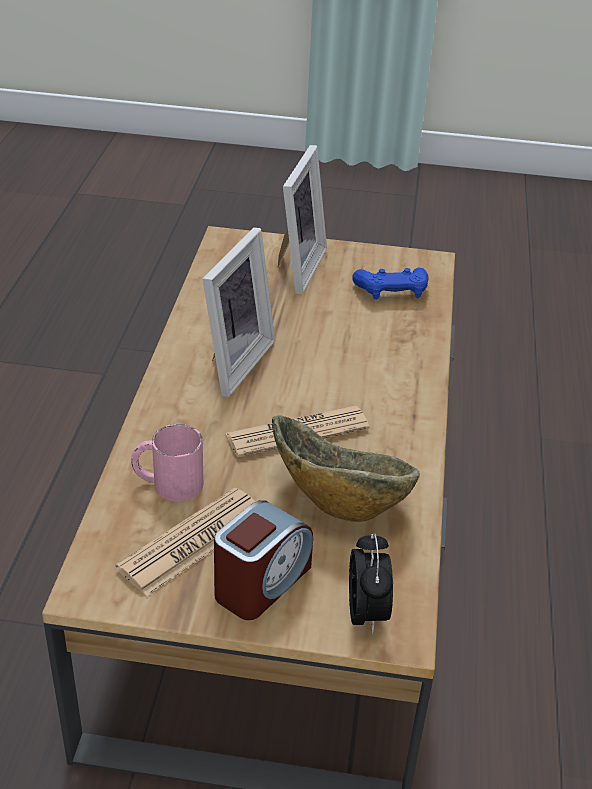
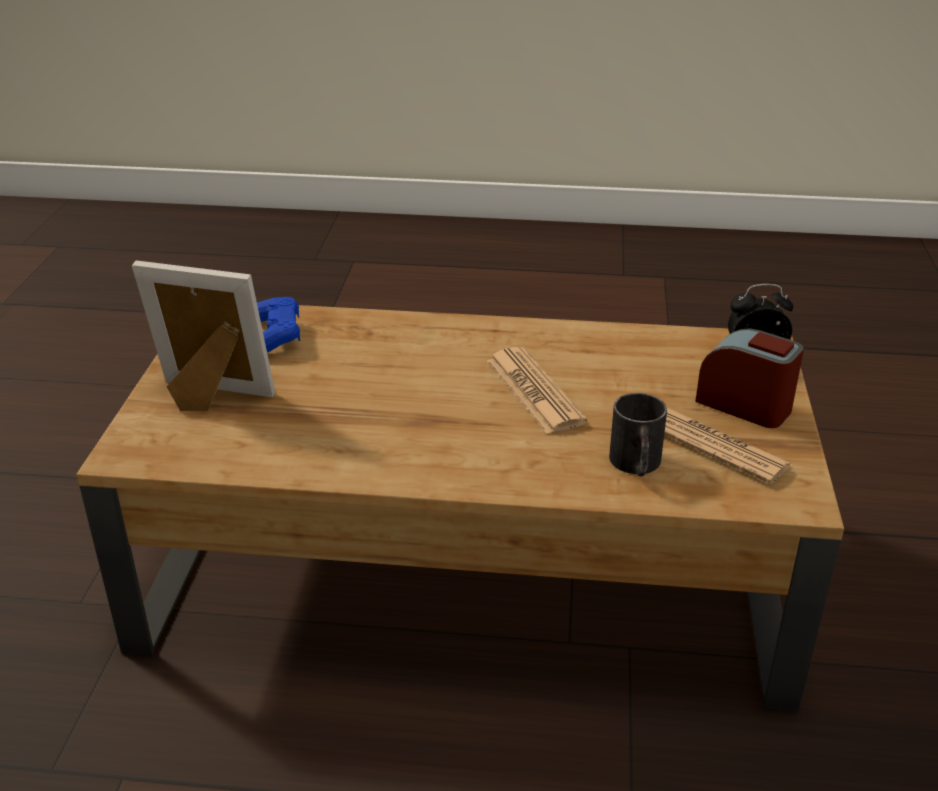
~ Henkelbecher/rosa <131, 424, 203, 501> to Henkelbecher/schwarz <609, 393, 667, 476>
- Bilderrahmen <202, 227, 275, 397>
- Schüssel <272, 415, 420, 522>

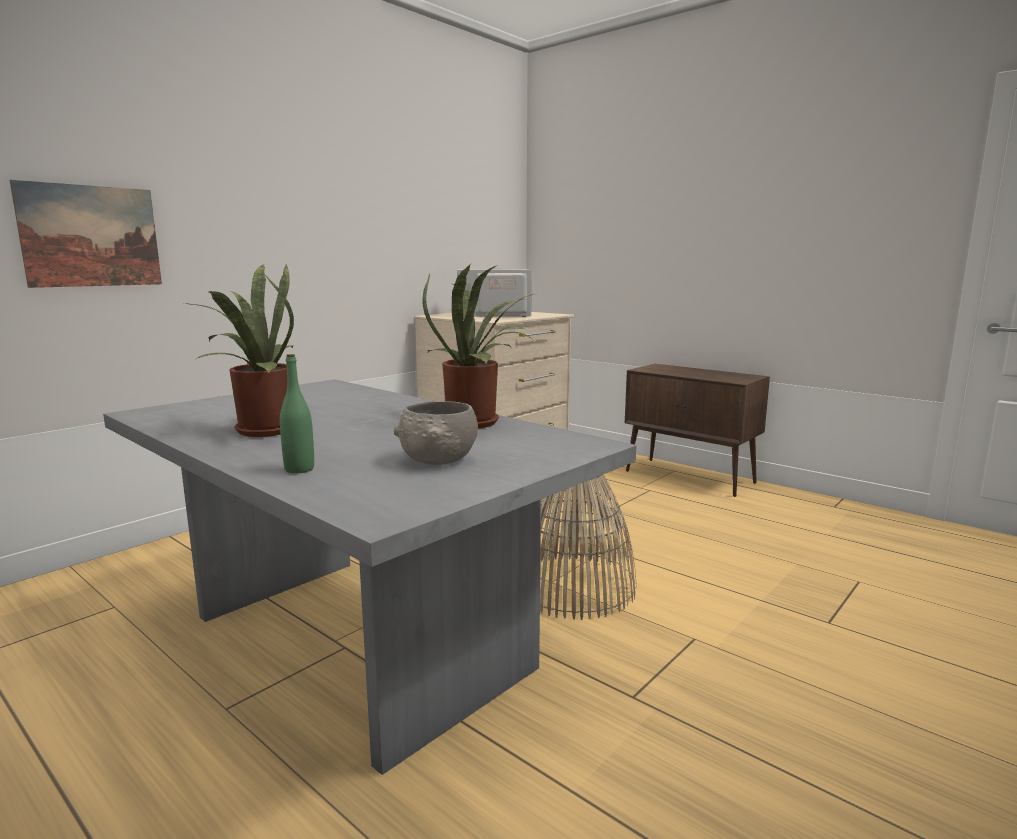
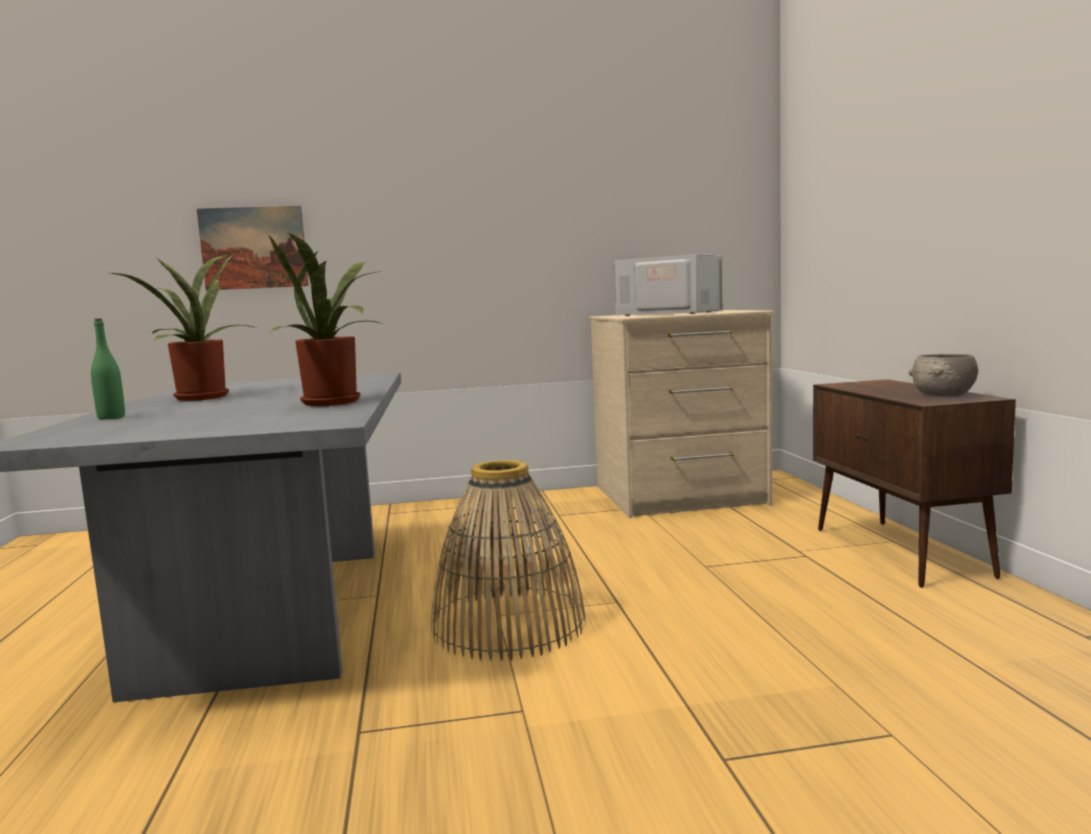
~ Schüssel/grau <394, 401, 478, 465> to <909, 354, 978, 397>

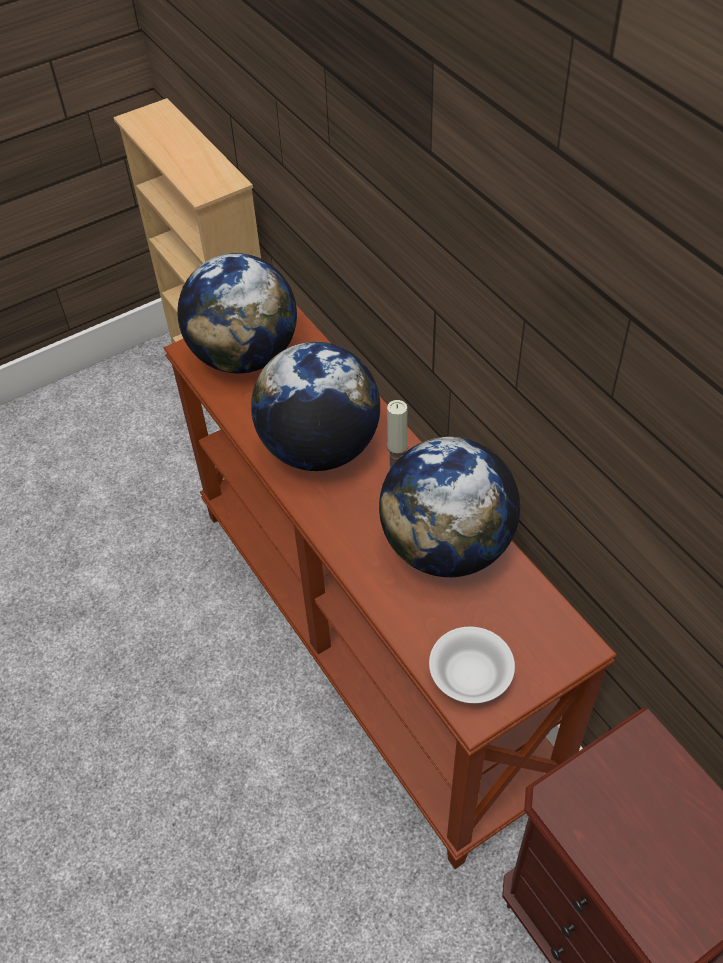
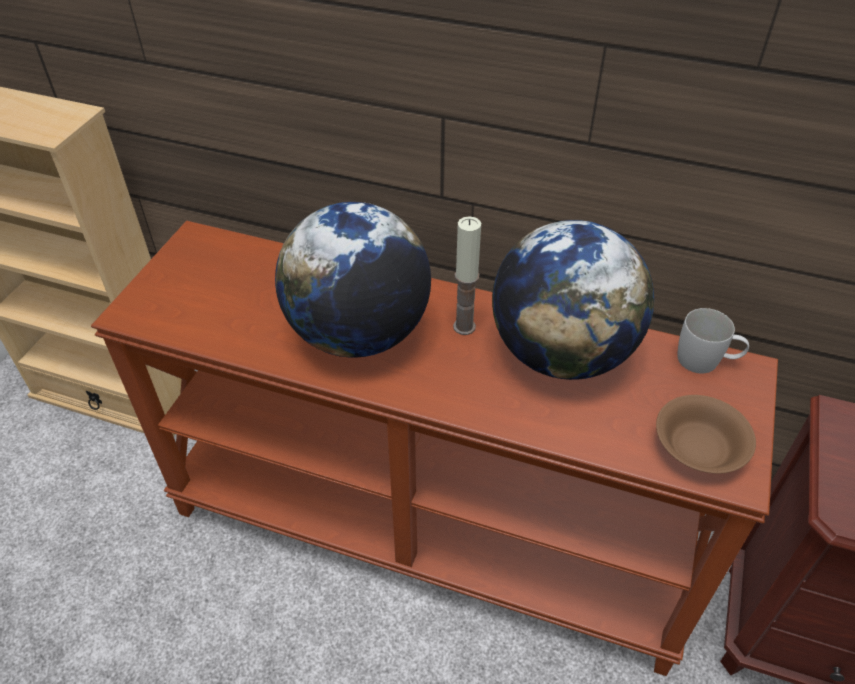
- Globus <177, 253, 297, 374>
~ Schüssel/weiß <429, 627, 515, 703> to Schüssel/braun <656, 395, 756, 474>
+ Henkelbecher/weiß <677, 308, 749, 374>

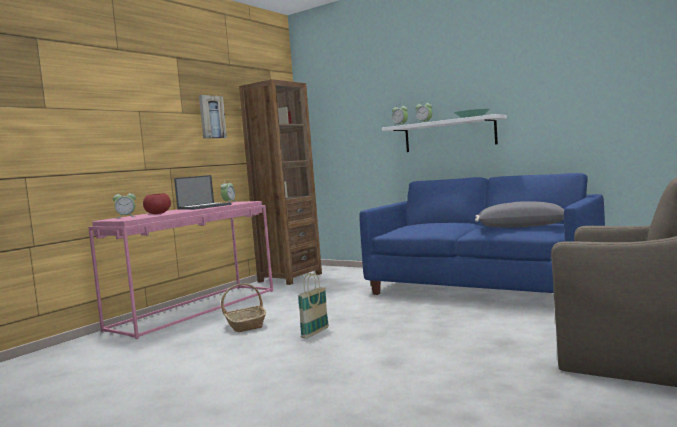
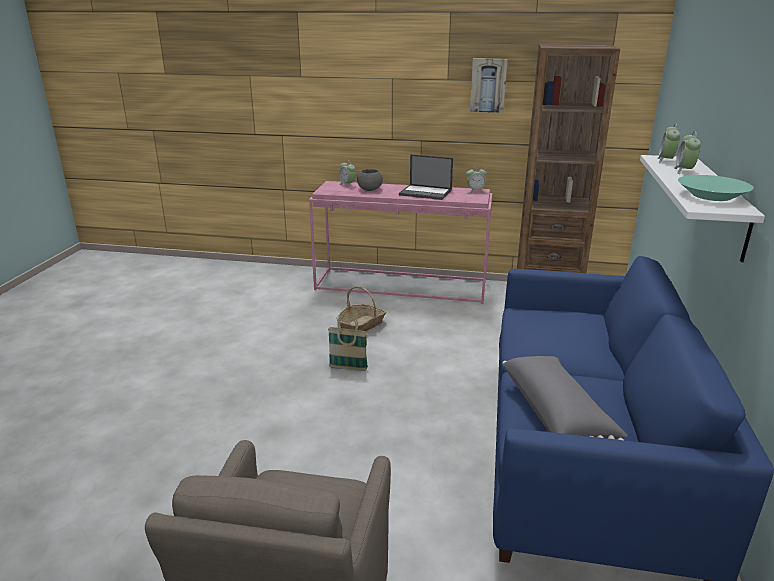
~ Schüssel/rot <143, 193, 171, 214> to Schüssel/grau <357, 169, 383, 191>

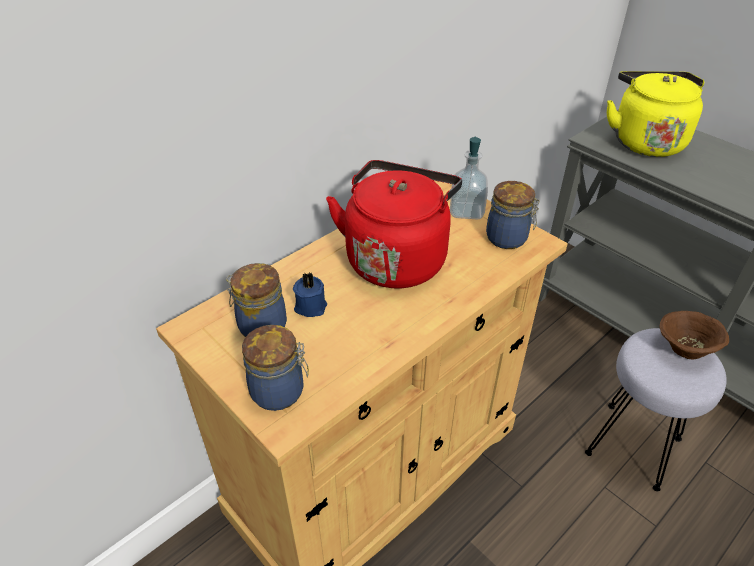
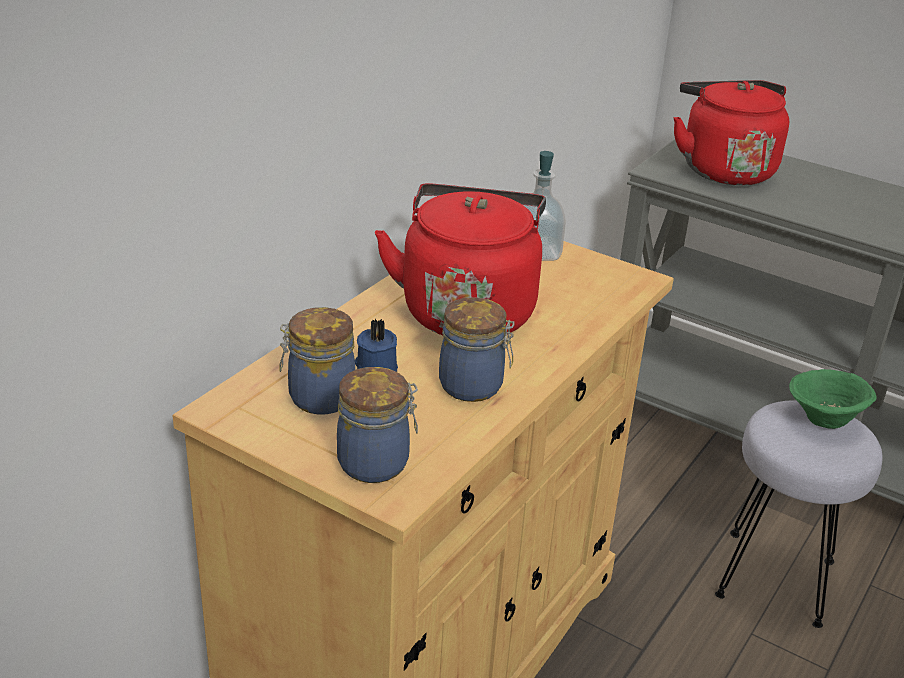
~ Vorratsglas <486, 181, 540, 249> to <439, 297, 514, 402>
~ Wasserkessel/gelb <607, 71, 704, 157> to Wasserkessel/rot <673, 80, 789, 185>
~ Schüssel/braun <660, 311, 729, 359> to Schüssel/grün <789, 369, 877, 429>

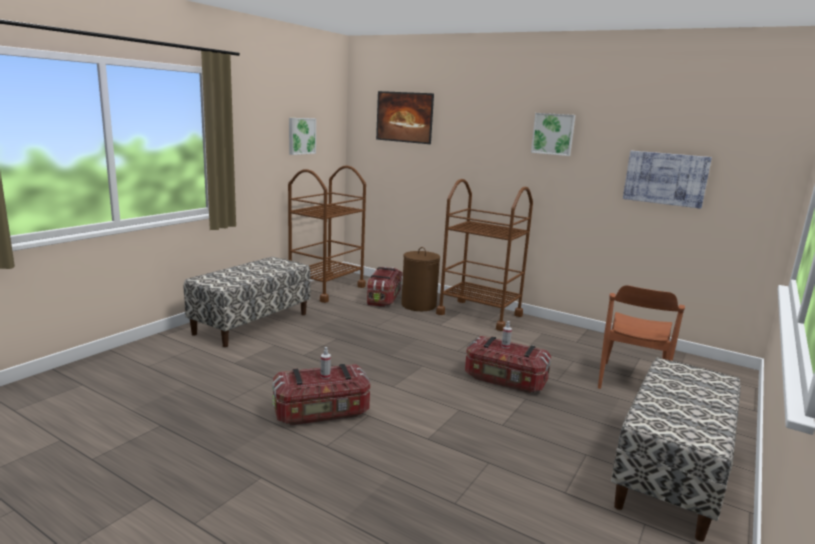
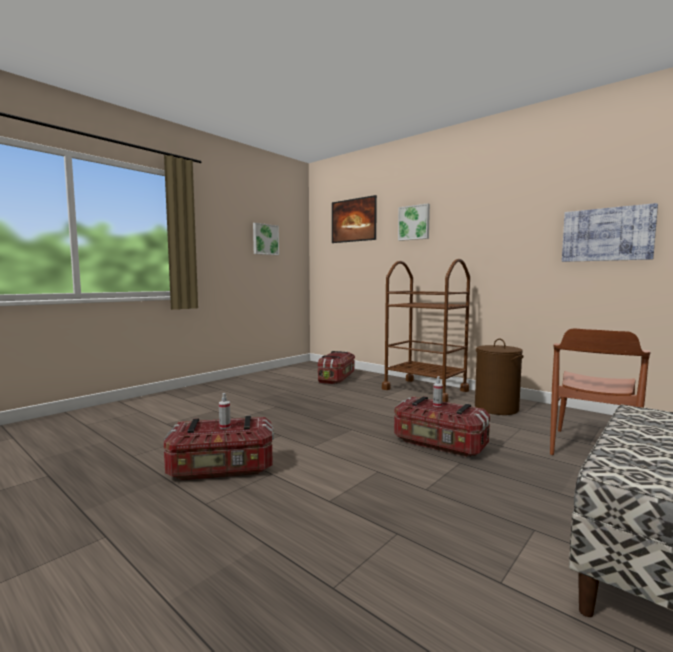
- Bank <184, 257, 311, 347>
- Rollwagen/braun <288, 165, 366, 303>
~ Wäschekorb/braun <401, 247, 440, 311> to <475, 339, 524, 415>
~ Bild <531, 113, 576, 156> to <398, 203, 430, 241>

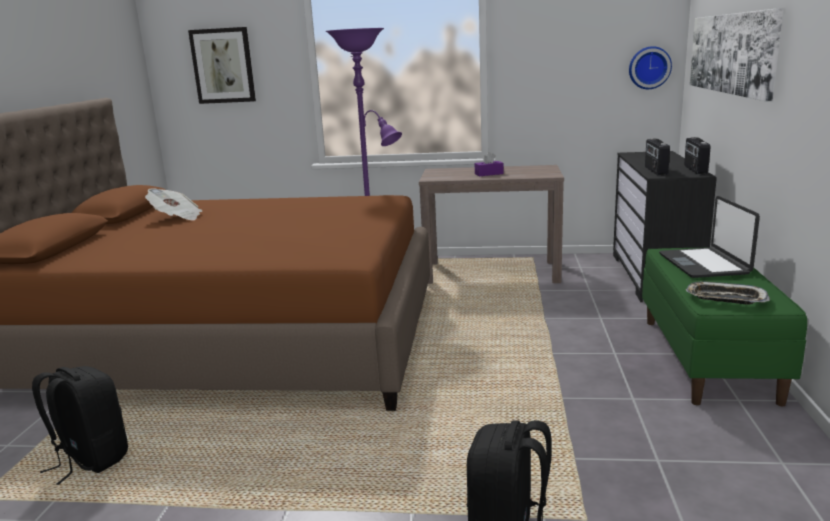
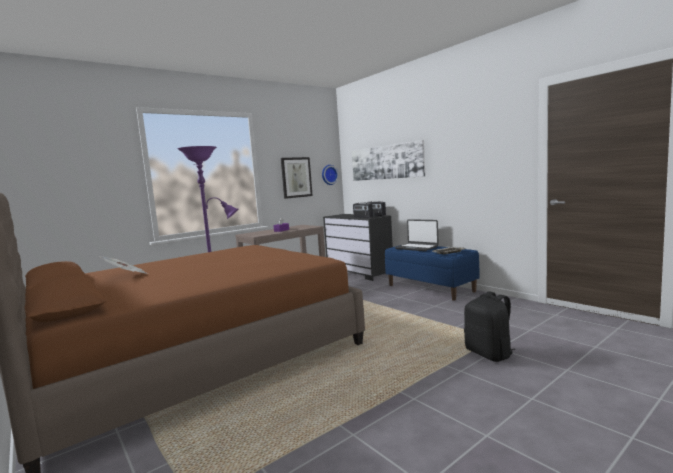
- Rucksack/schwarz <32, 366, 128, 485>
~ Bild <188, 27, 256, 104> to <281, 157, 313, 199>
~ Bank/grün <642, 248, 807, 406> to Bank/blau <385, 245, 479, 301>

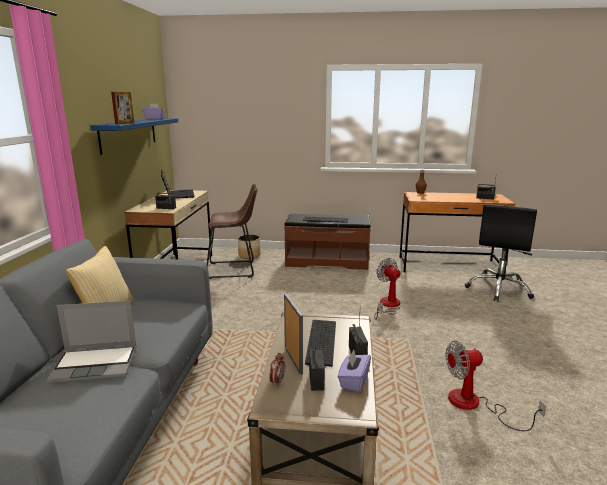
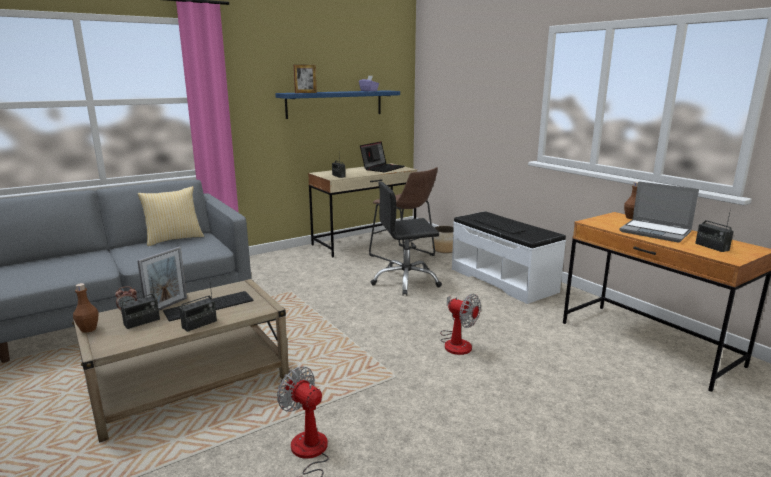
~ Laptop <46, 300, 137, 384> to <619, 181, 699, 243>
~ Bank/braun <284, 214, 371, 270> to Bank/weiß <452, 211, 566, 304>
- Taschentuchbox/lila <338, 350, 371, 392>
~ Ventilator <374, 258, 400, 319> = <440, 294, 481, 355> 105 degrees clockwise
~ Bürostuhl/schwarz <465, 204, 537, 302> to <371, 181, 442, 296>
+ Flasche/braun <73, 283, 98, 333>

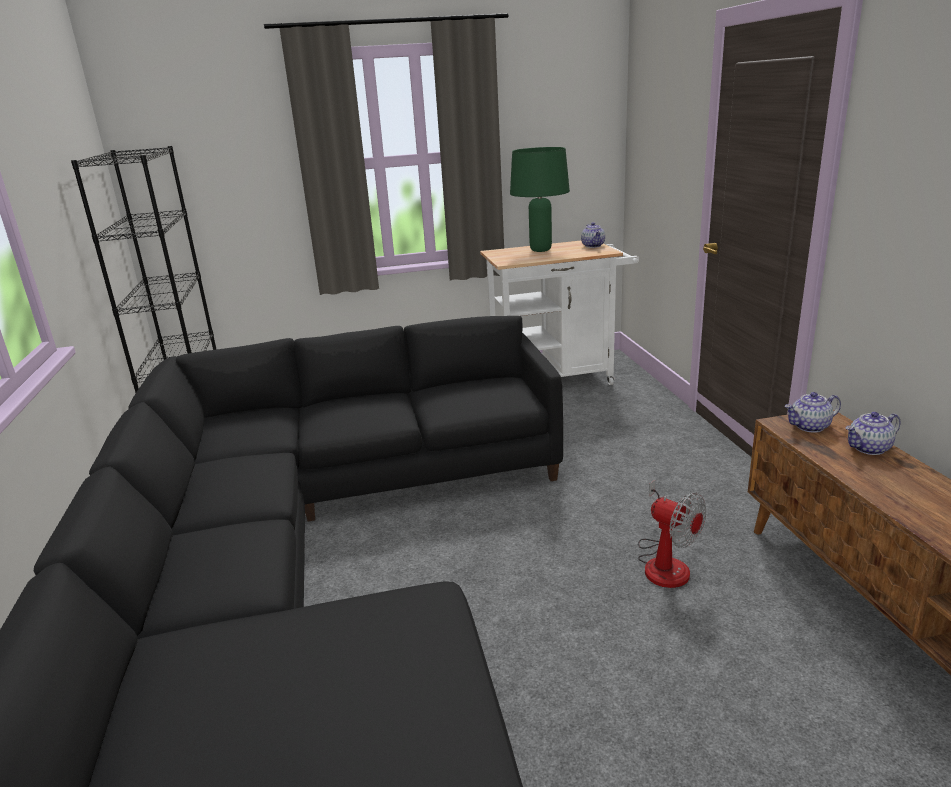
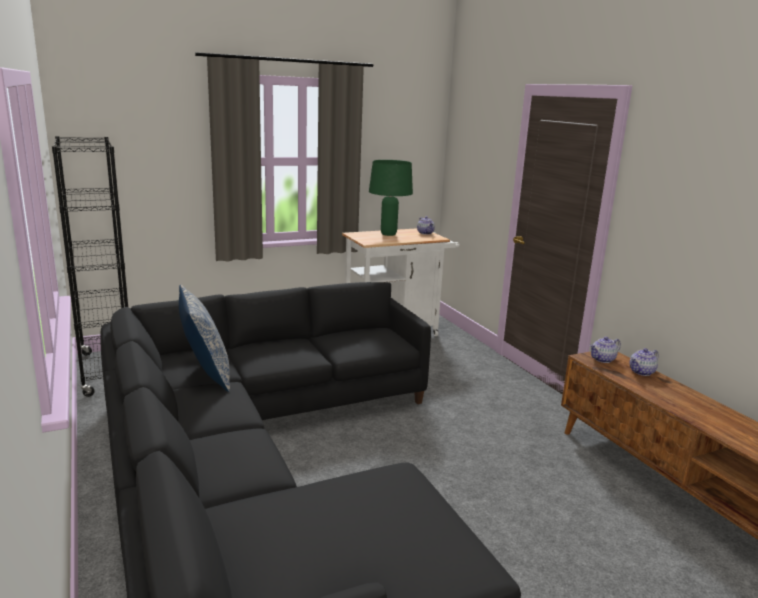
- Ventilator <638, 480, 706, 588>
+ Kissen <179, 285, 230, 392>

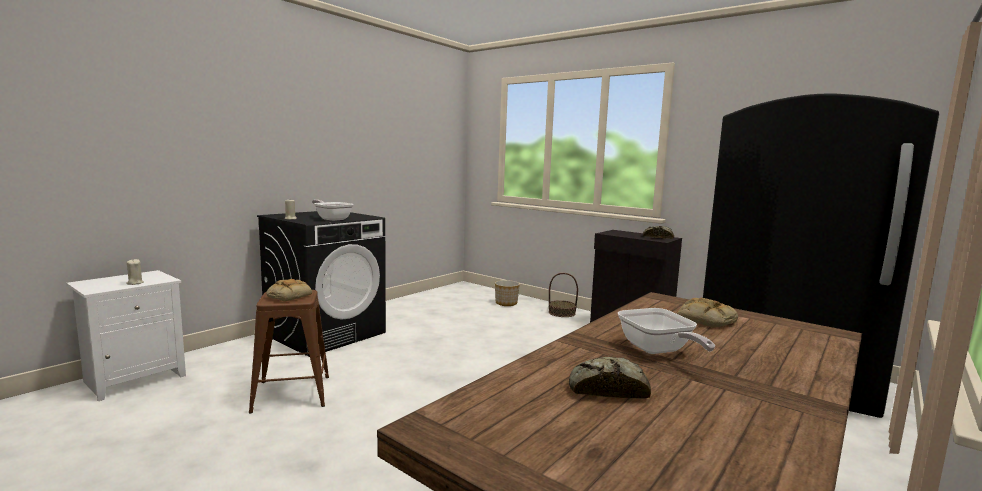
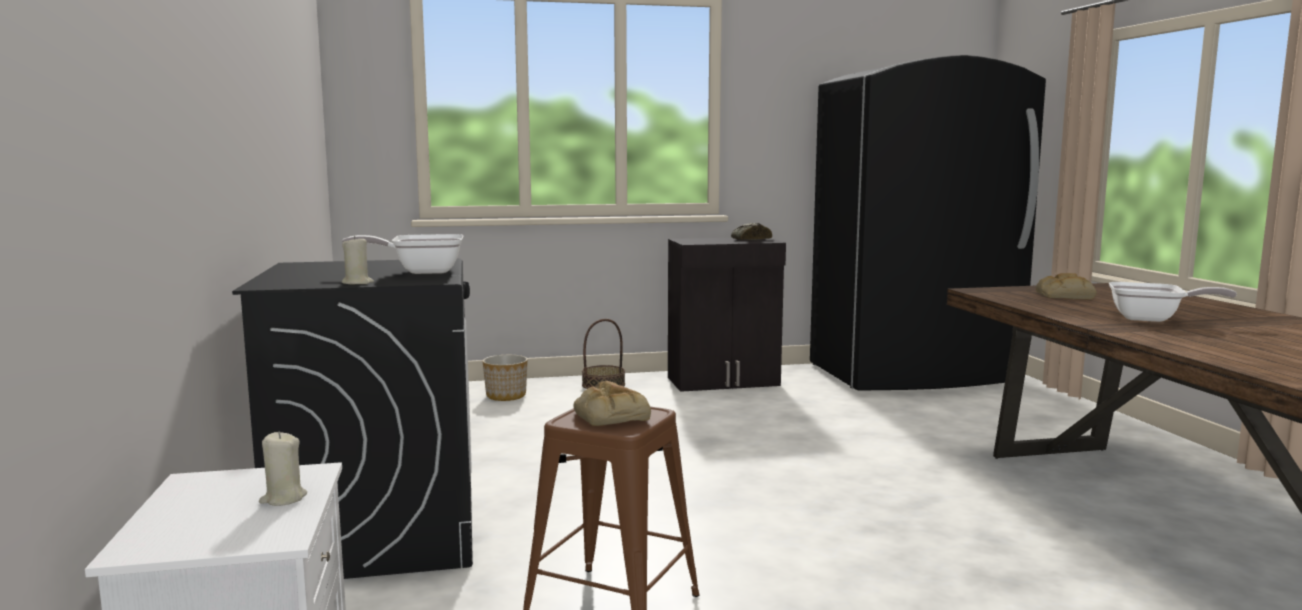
- Brot <569, 357, 651, 399>

